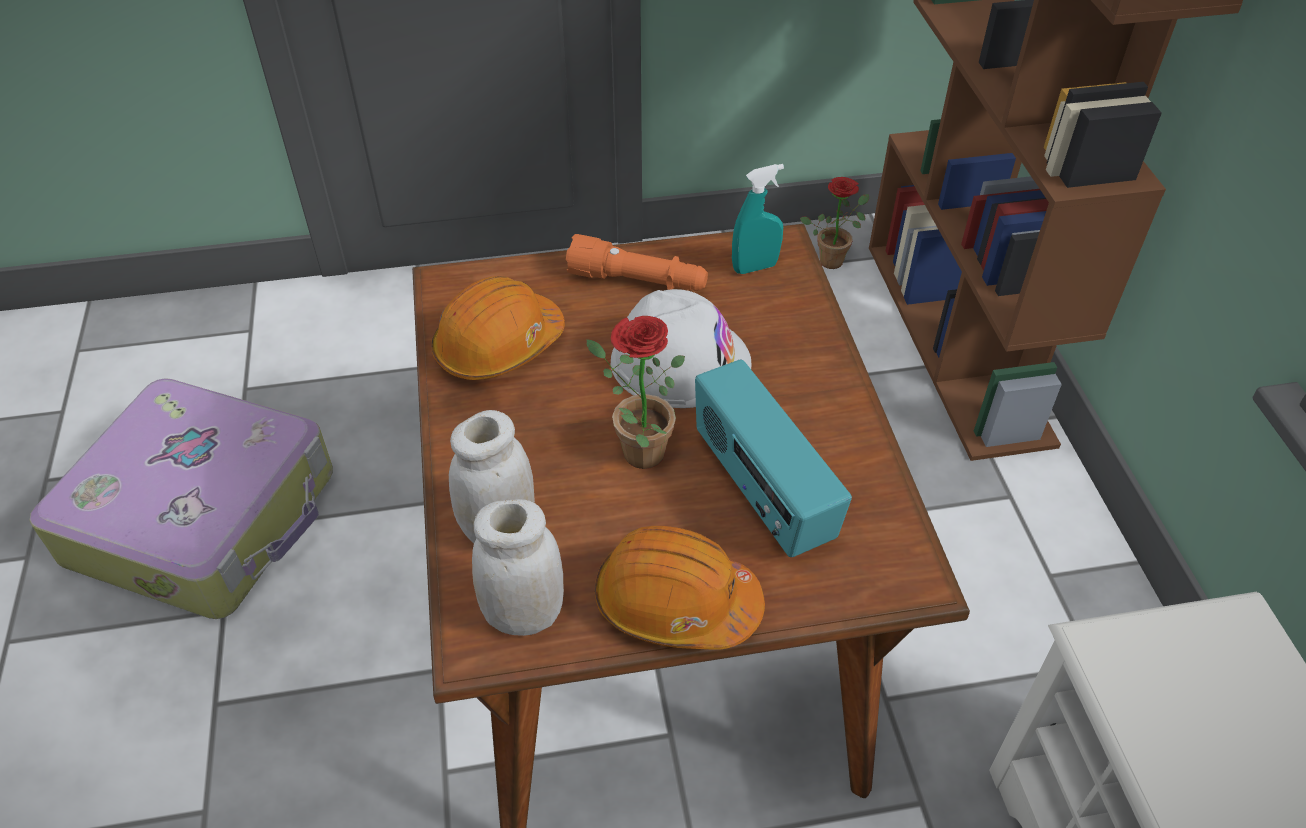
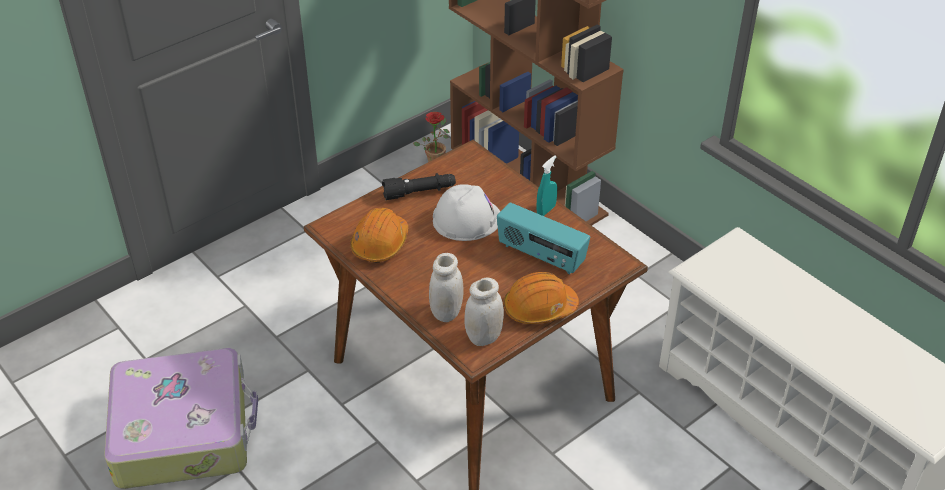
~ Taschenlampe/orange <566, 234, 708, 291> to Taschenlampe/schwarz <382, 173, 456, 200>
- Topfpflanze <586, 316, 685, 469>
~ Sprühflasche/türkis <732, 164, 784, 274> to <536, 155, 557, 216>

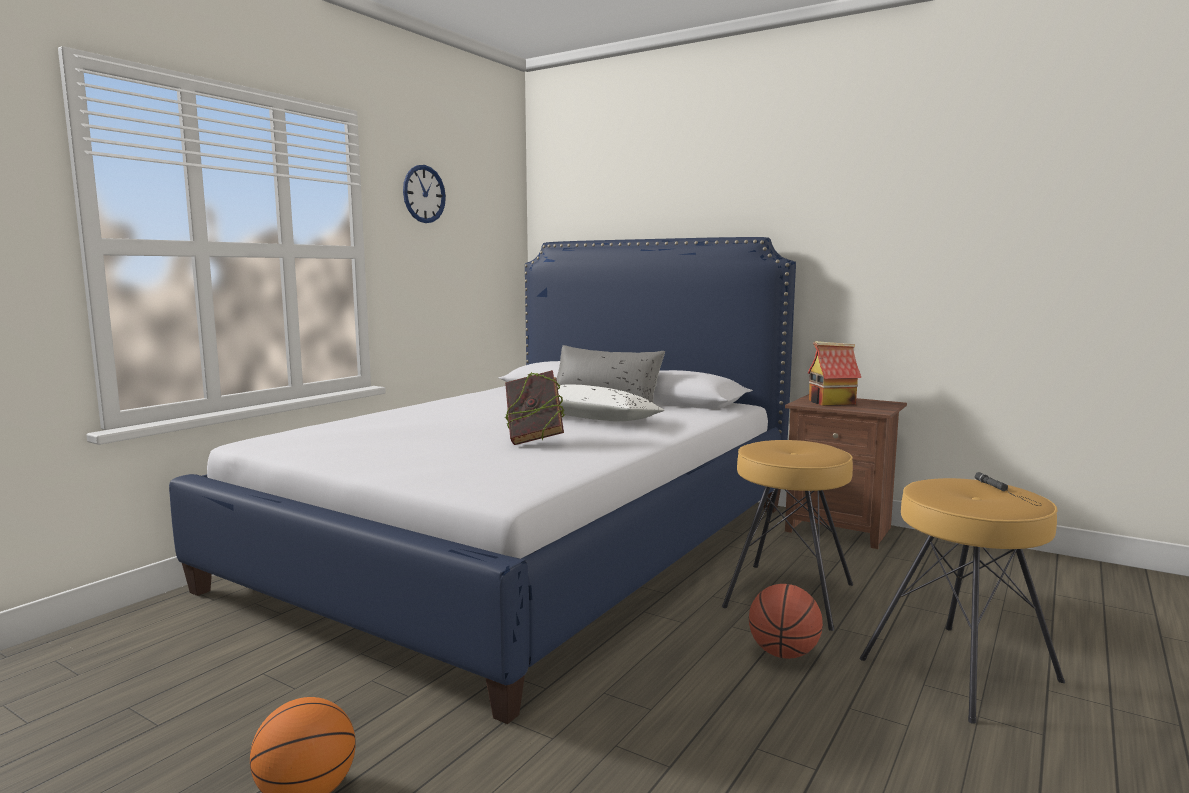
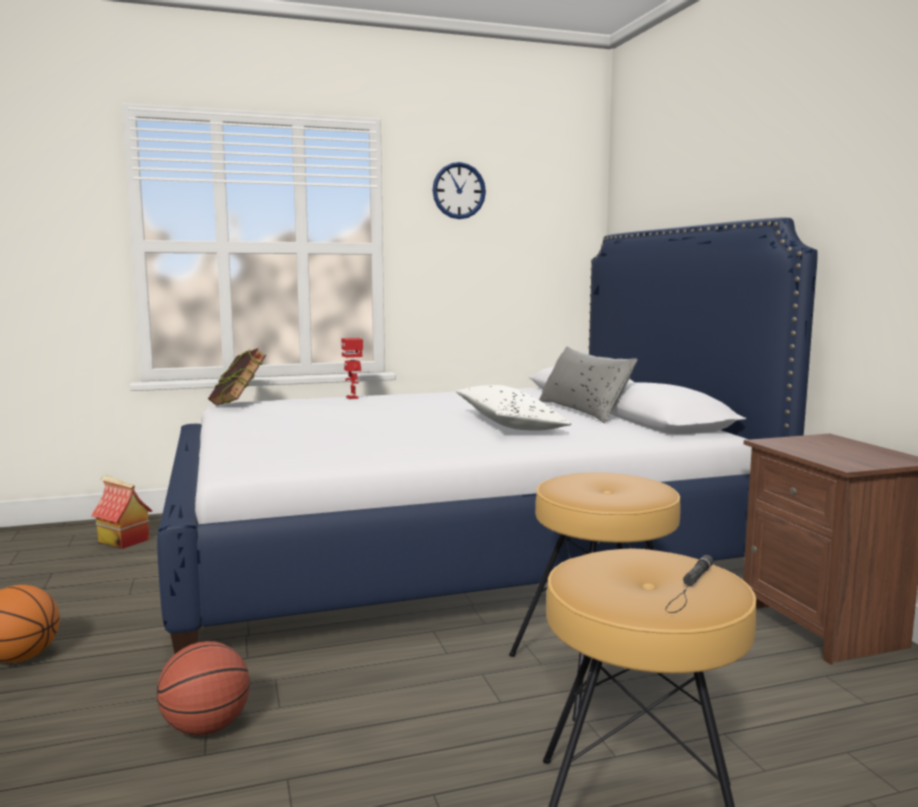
~ Buch <505, 370, 565, 445> to <208, 348, 266, 406>
~ Basketball <749, 584, 823, 659> to <157, 641, 250, 736>
~ Spielzeughaus <808, 341, 861, 406> to <91, 475, 152, 549>
+ Spielzeugroboter <341, 338, 363, 399>

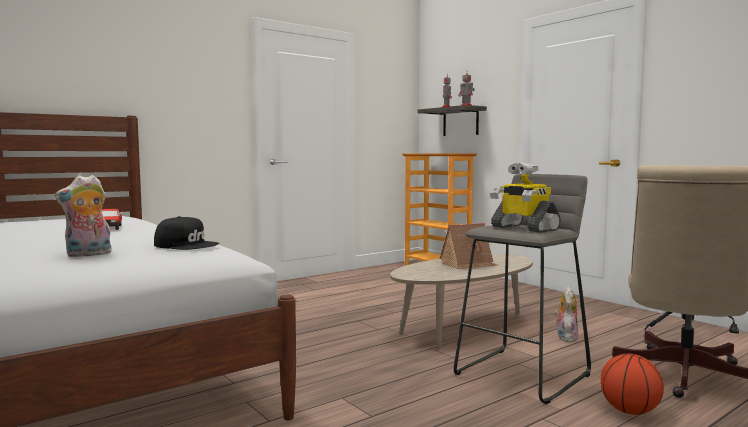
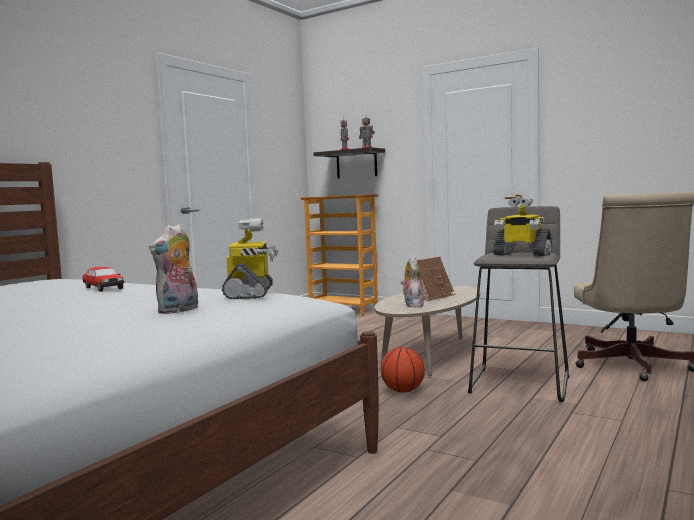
~ Kappe/schwarz <154, 216, 219, 250> to Spielzeugroboter <222, 218, 279, 299>
~ Plüschtier <554, 287, 578, 342> to <401, 256, 425, 308>
~ Basketball <600, 354, 664, 415> to <381, 347, 425, 393>

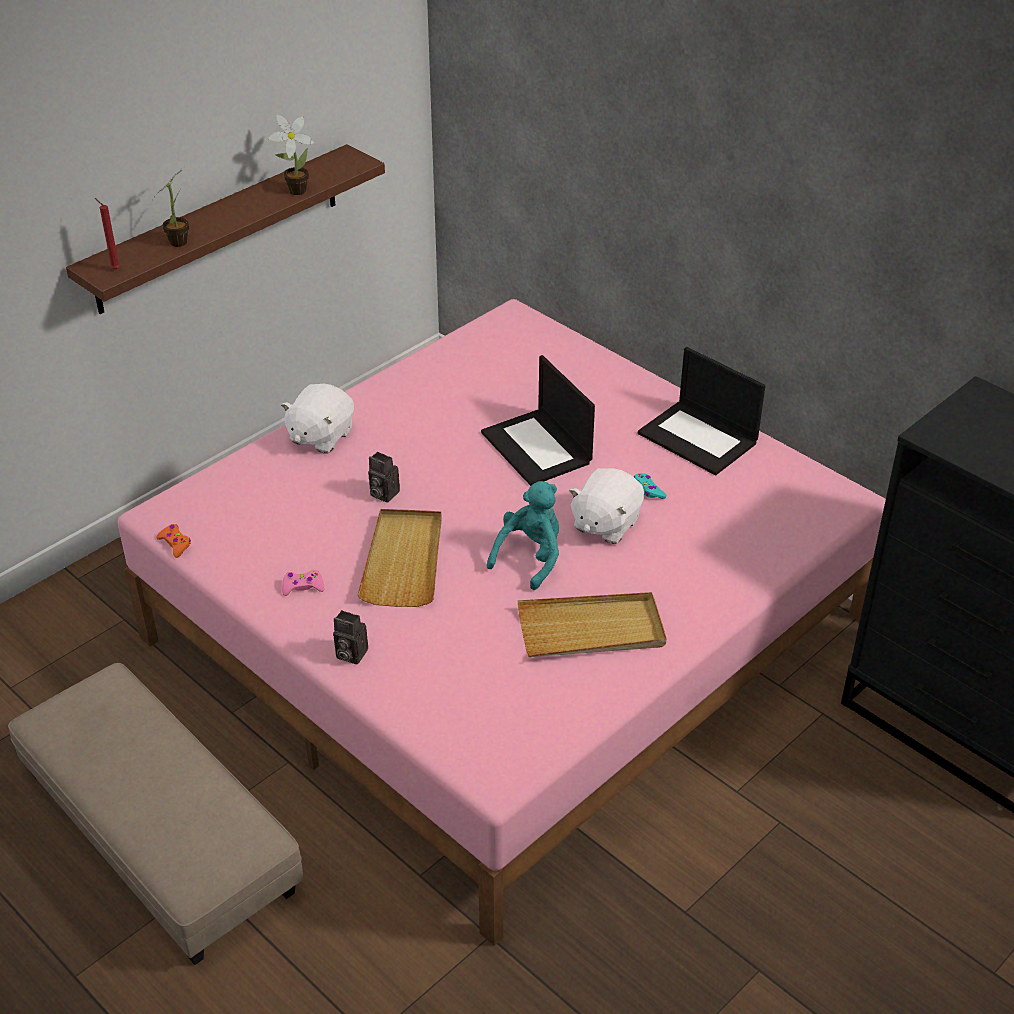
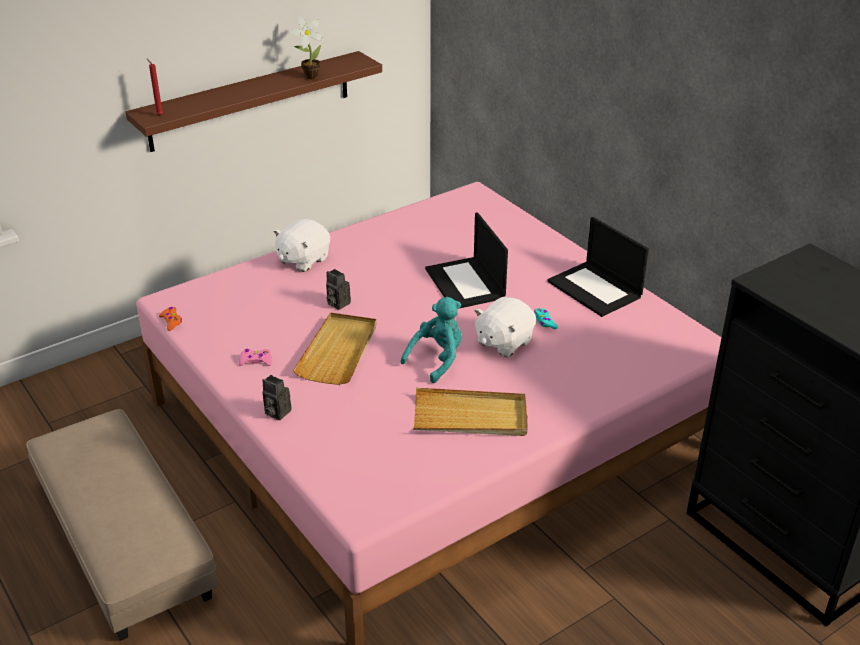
- Topfpflanze <153, 167, 189, 247>

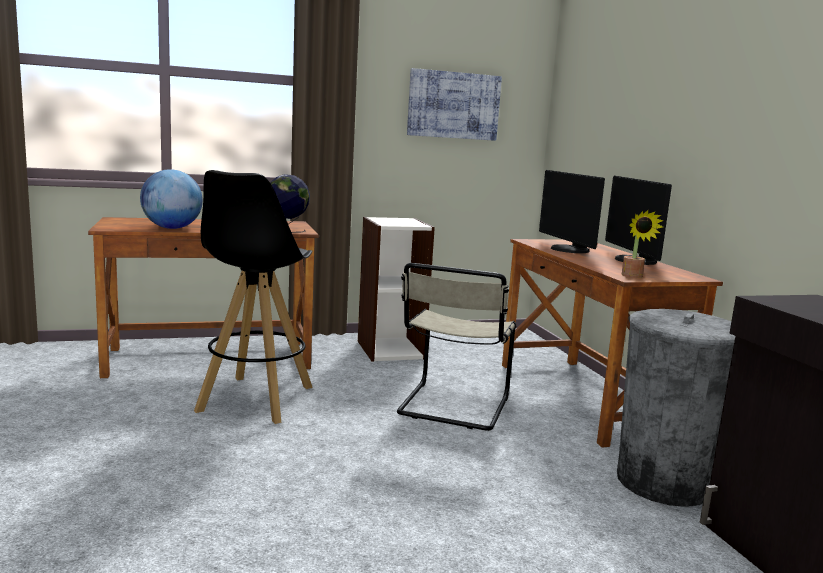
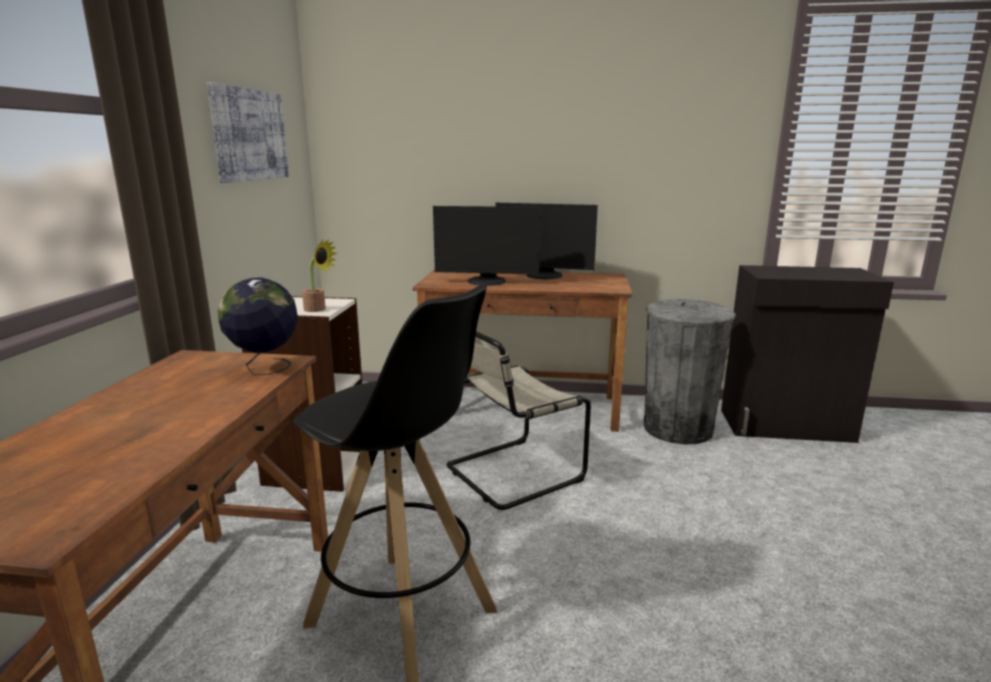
- Globus <140, 169, 203, 229>
~ Stuhl/beige <397, 263, 516, 431> = <447, 331, 591, 510> 105 degrees clockwise
~ Topfpflanze <621, 210, 664, 278> to <302, 240, 337, 312>

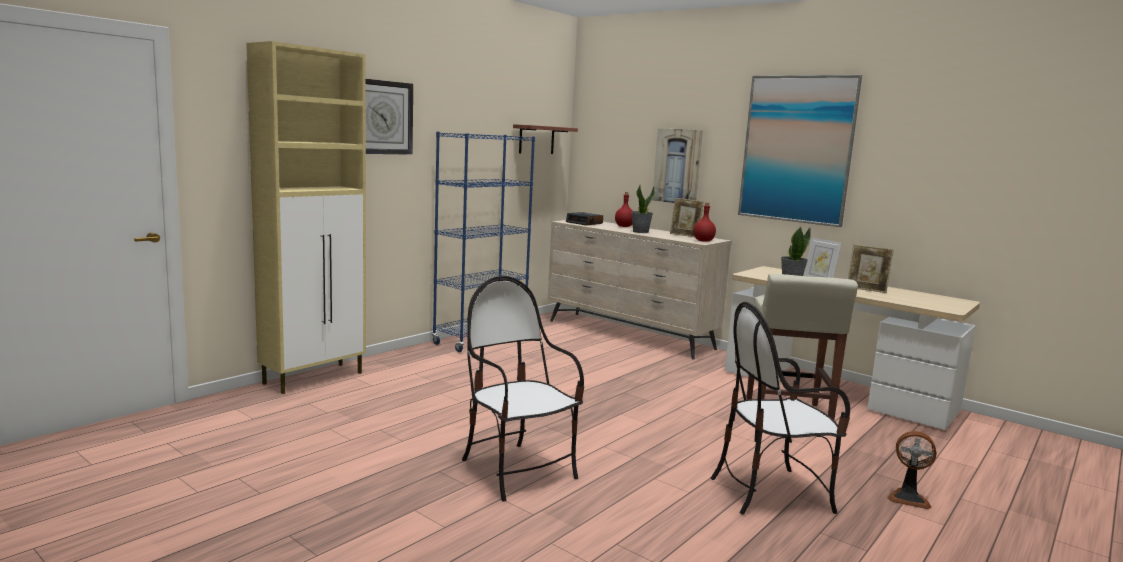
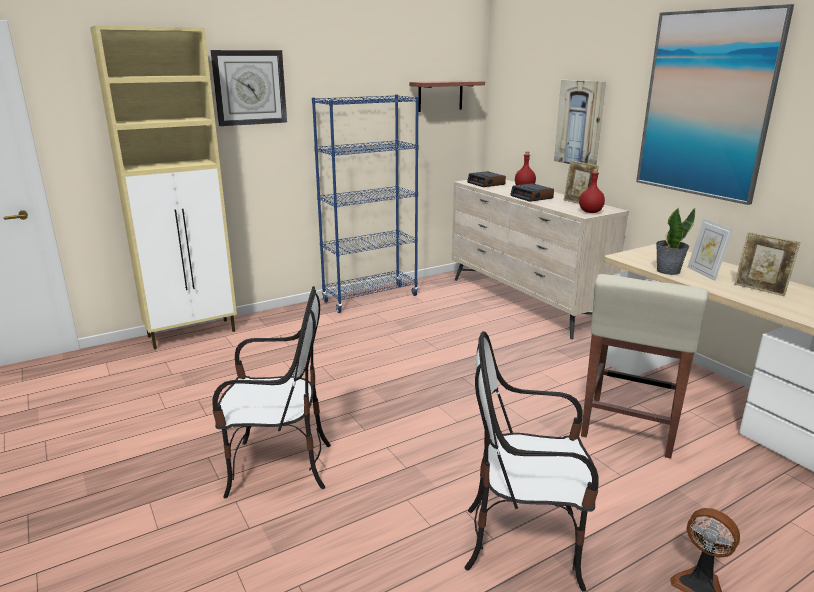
~ Stuhl <462, 276, 584, 502> = <213, 286, 331, 498> 105 degrees clockwise
~ Topfpflanze <632, 185, 655, 233> to Wecker <510, 183, 554, 202>

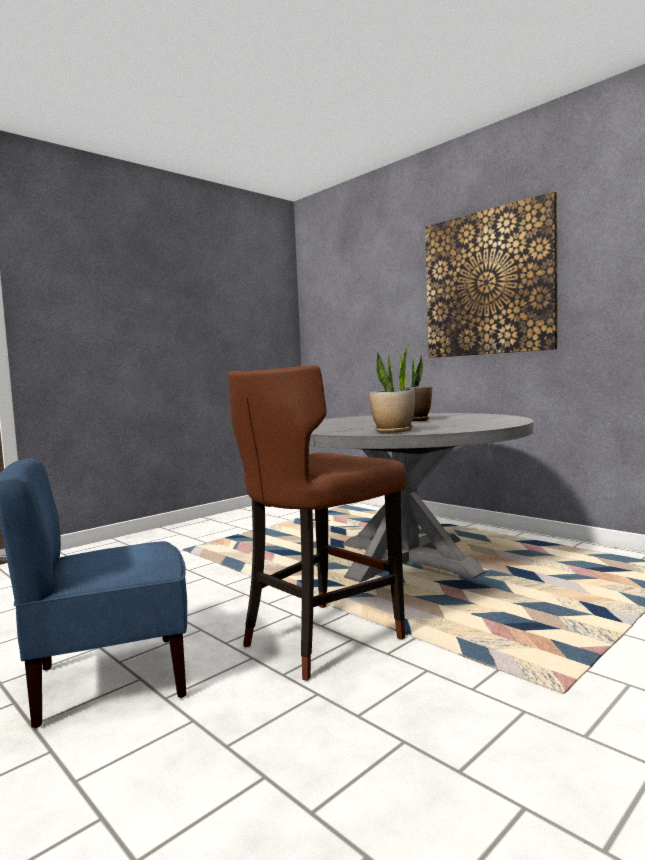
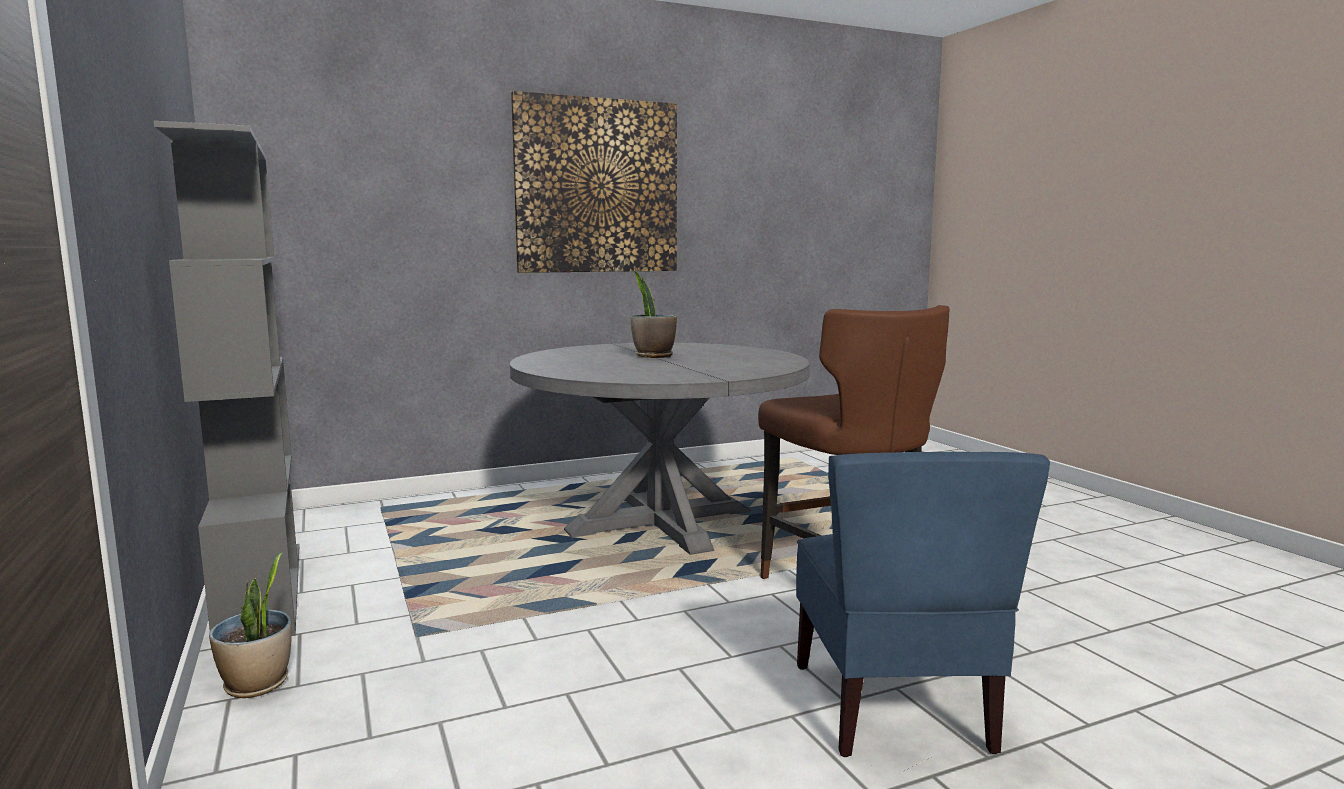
~ Topfpflanze <369, 344, 415, 433> to <209, 553, 292, 698>
+ Bücherregal/grau <154, 121, 299, 636>

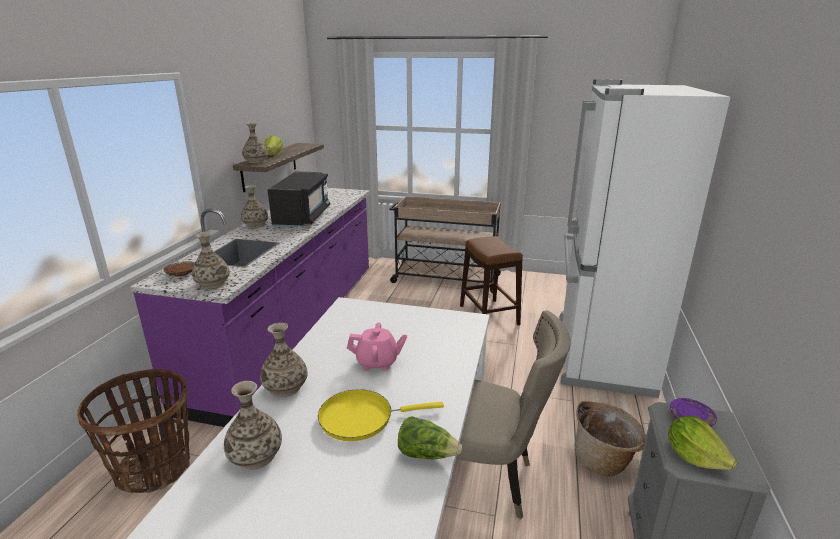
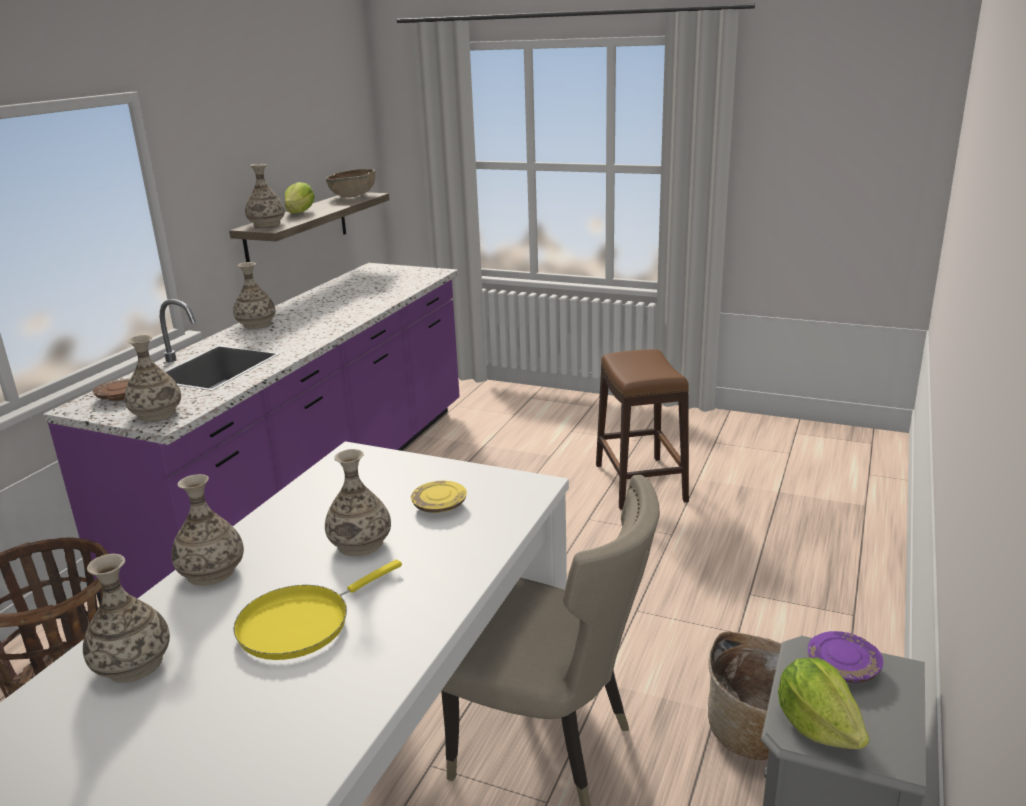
- Mikrowelle/schwarz <268, 172, 330, 227>
~ Pfanne/gelb <318, 389, 444, 441> = <233, 560, 402, 660> 45 degrees counterclockwise
~ Teekanne/rosa <347, 323, 407, 370> to Vase <325, 449, 391, 556>
- Rollwagen/beige <389, 196, 501, 294>
- Salatkopf <398, 416, 462, 459>
- Kühlschrank/weiß <559, 79, 730, 398>
+ Schüssel/braun <326, 169, 375, 198>
+ Teller/gelb <411, 481, 467, 513>

